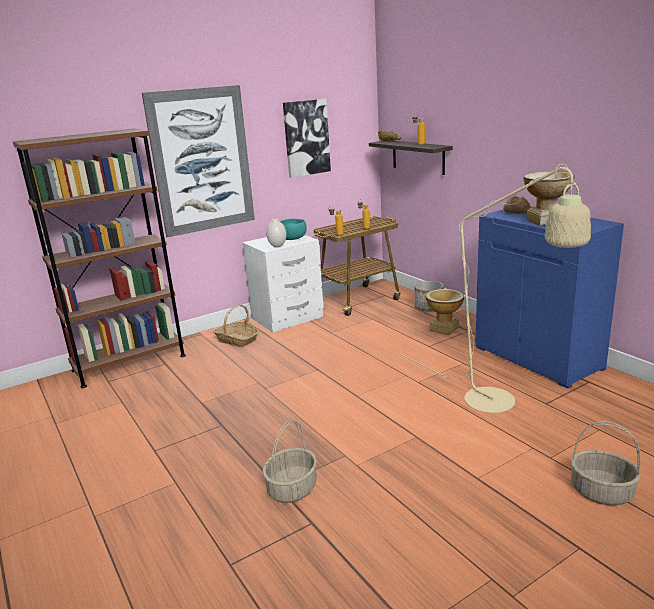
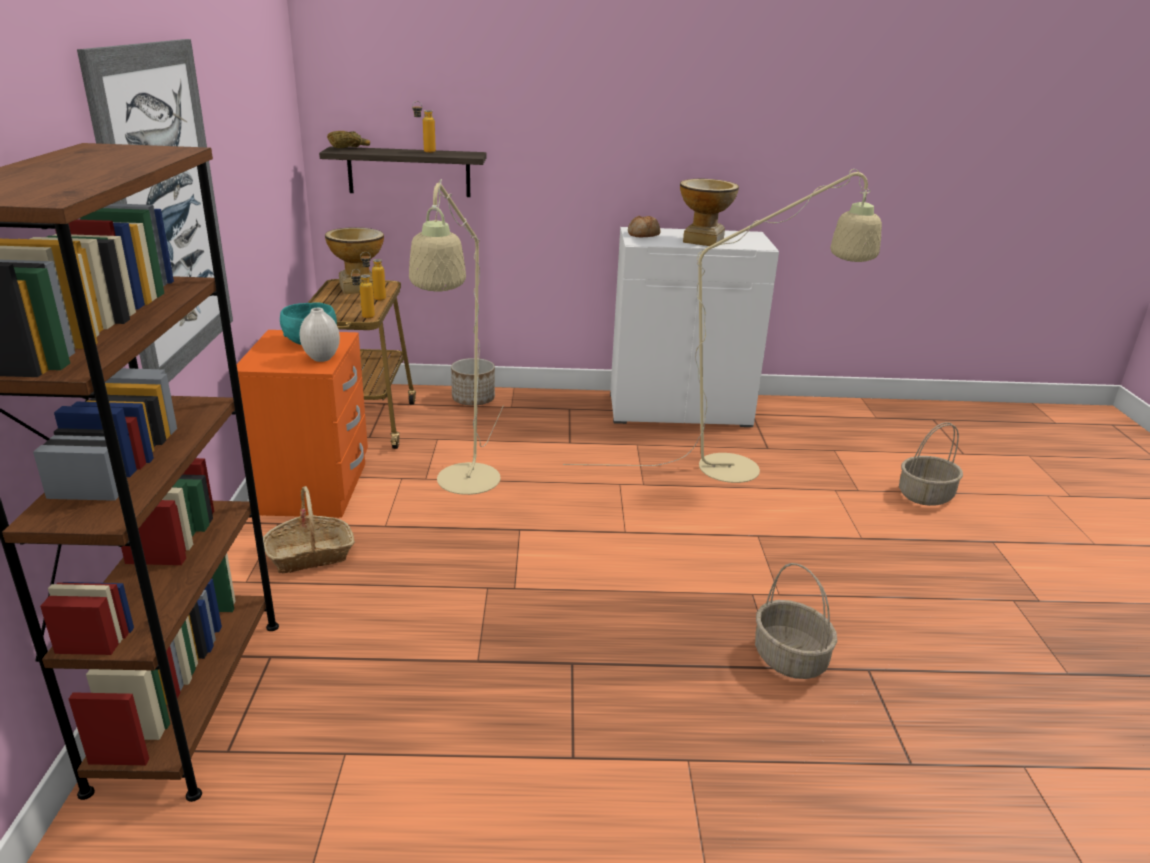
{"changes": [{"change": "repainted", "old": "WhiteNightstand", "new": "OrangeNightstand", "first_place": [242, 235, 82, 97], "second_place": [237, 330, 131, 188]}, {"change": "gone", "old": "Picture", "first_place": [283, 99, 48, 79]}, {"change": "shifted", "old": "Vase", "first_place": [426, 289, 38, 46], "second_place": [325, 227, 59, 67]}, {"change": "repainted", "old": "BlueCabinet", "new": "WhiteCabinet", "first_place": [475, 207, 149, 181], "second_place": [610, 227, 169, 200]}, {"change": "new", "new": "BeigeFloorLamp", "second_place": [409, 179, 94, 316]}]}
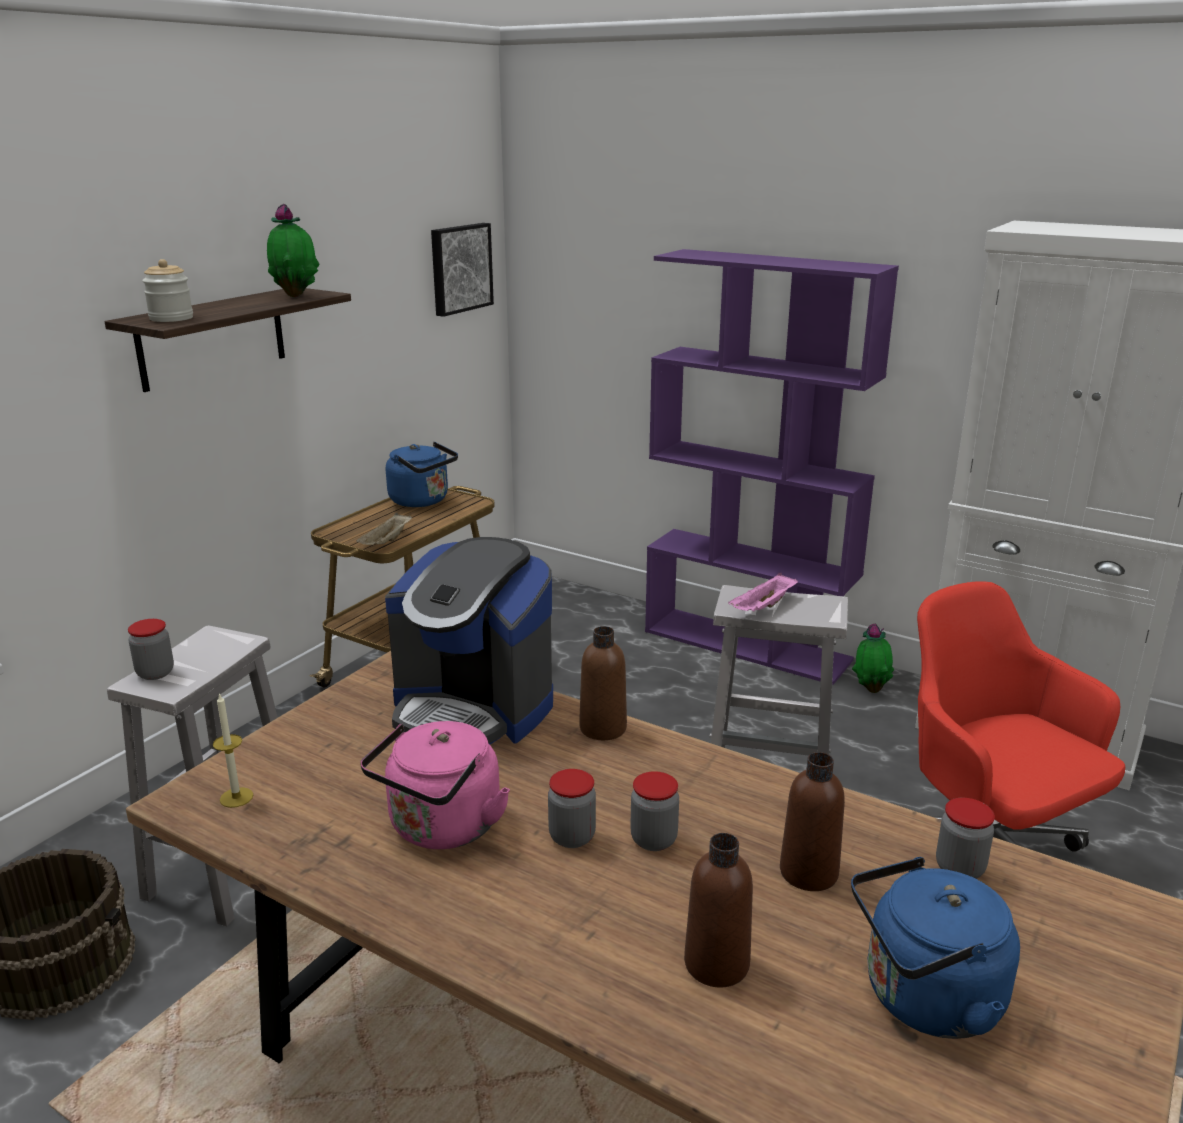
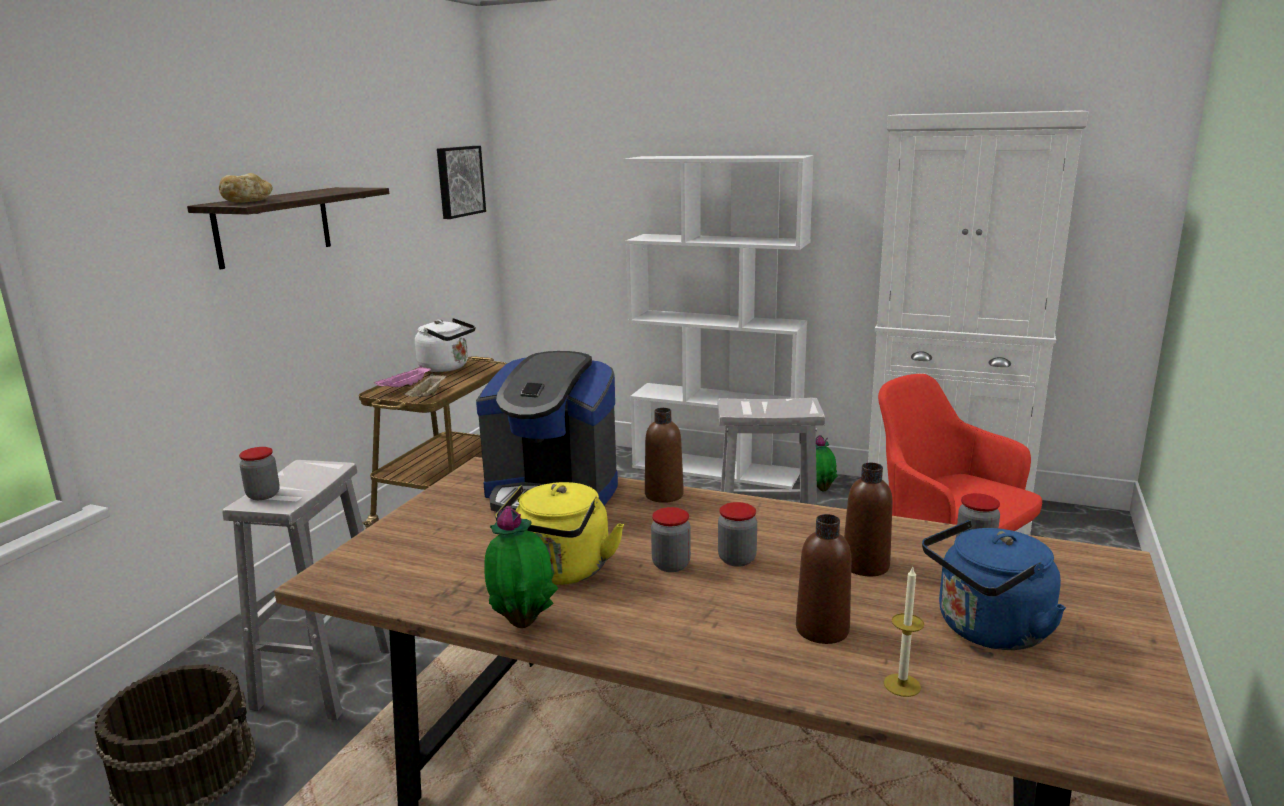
{"changes": [{"change": "swapped", "old": "Jar", "new": "Bread", "first_place": [142, 259, 51, 63], "second_place": [219, 173, 54, 30]}, {"change": "shifted", "old": "Candle", "first_place": [213, 693, 40, 115], "second_place": [884, 567, 40, 130]}, {"change": "shifted", "old": "PottedPlant", "first_place": [267, 204, 52, 93], "second_place": [484, 506, 74, 122]}, {"change": "repainted", "old": "PinkKettle", "new": "YellowKettle", "first_place": [360, 721, 150, 128], "second_place": [495, 482, 129, 103]}, {"change": "repainted", "old": "BlueKettle", "new": "WhiteKettle", "first_place": [386, 442, 72, 65], "second_place": [415, 318, 61, 54]}, {"change": "repainted", "old": "PurpleBookcase", "new": "WhiteBookcase", "first_place": [645, 249, 254, 436], "second_place": [623, 155, 191, 334]}, {"change": "shifted", "old": "PinkTray", "first_place": [728, 573, 70, 39], "second_place": [374, 366, 57, 21]}]}
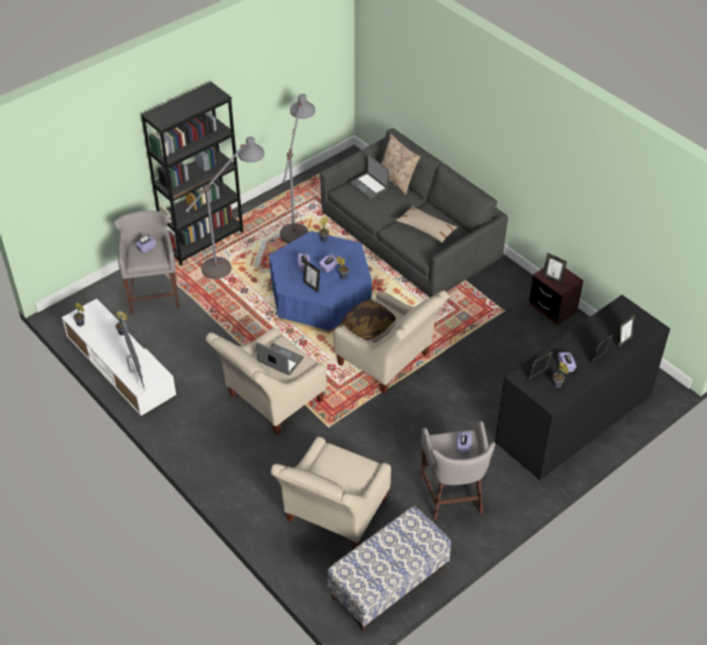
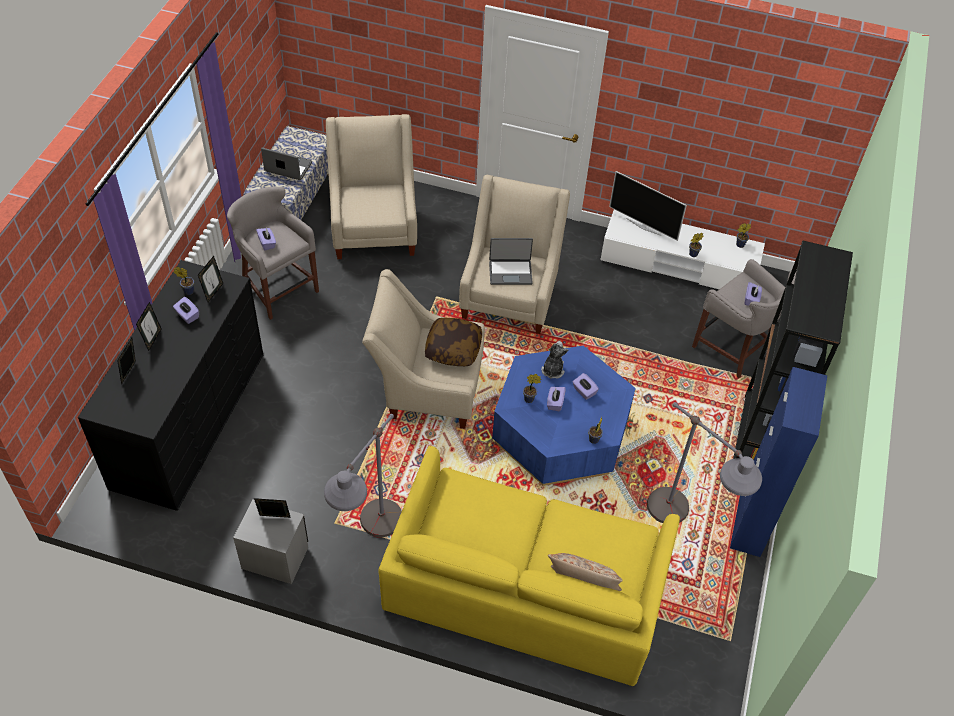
{"changes": [{"change": "shifted", "old": "GreyFloorLamp", "first_place": [185, 137, 79, 142], "second_place": [324, 414, 78, 124]}, {"change": "swapped", "old": "PictureFrame", "new": "PlushToy", "first_place": [303, 260, 17, 33], "second_place": [541, 341, 28, 38]}, {"change": "repainted", "old": "GreySofa", "new": "YellowSofa", "first_place": [320, 128, 188, 170], "second_place": [378, 446, 302, 240]}, {"change": "shifted", "old": "Laptop", "first_place": [349, 154, 40, 45], "second_place": [261, 148, 51, 32]}, {"change": "gone", "old": "BeigePillow", "first_place": [396, 206, 62, 37]}, {"change": "repainted", "old": "BrownNightstand", "new": "GreyNightstand", "first_place": [529, 268, 55, 57], "second_place": [233, 499, 75, 85]}, {"change": "new", "new": "BlueCabinet", "second_place": [730, 367, 97, 190]}]}
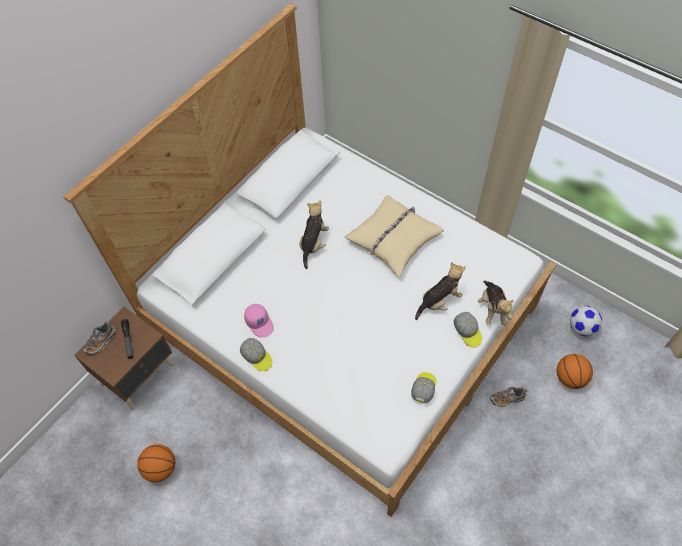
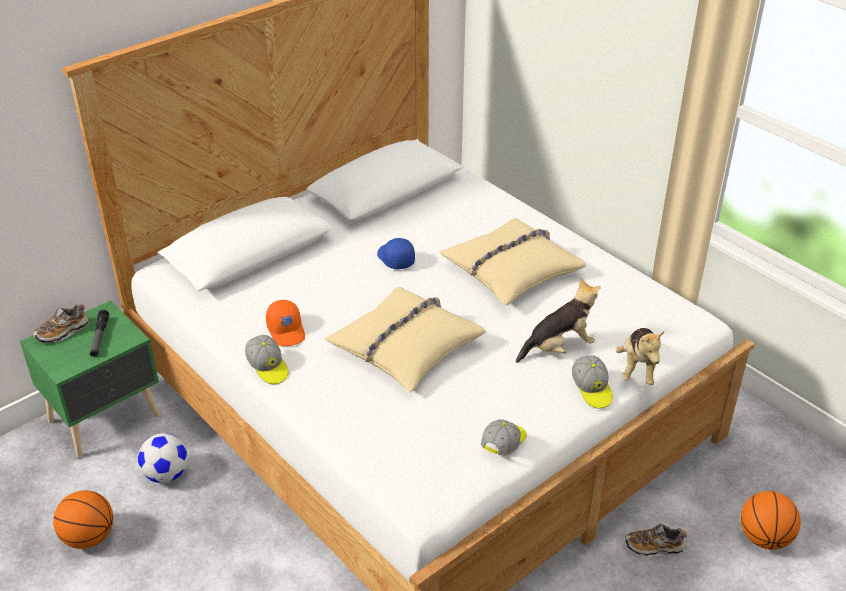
{"changes": [{"change": "repainted", "old": "BrownNightstand", "new": "GreenNightstand", "first_place": [74, 307, 101, 103], "second_place": [20, 300, 140, 158]}, {"change": "repainted", "old": "PinkCap", "new": "OrangeCap", "first_place": [244, 304, 30, 34], "second_place": [266, 300, 39, 46]}, {"change": "swapped", "old": "PlushToy", "new": "BlueCap", "first_place": [299, 200, 30, 69], "second_place": [377, 238, 38, 32]}, {"change": "shifted", "old": "Football", "first_place": [570, 306, 32, 30], "second_place": [138, 433, 50, 50]}, {"change": "new", "new": "BeigePillow", "second_place": [325, 287, 161, 105]}]}
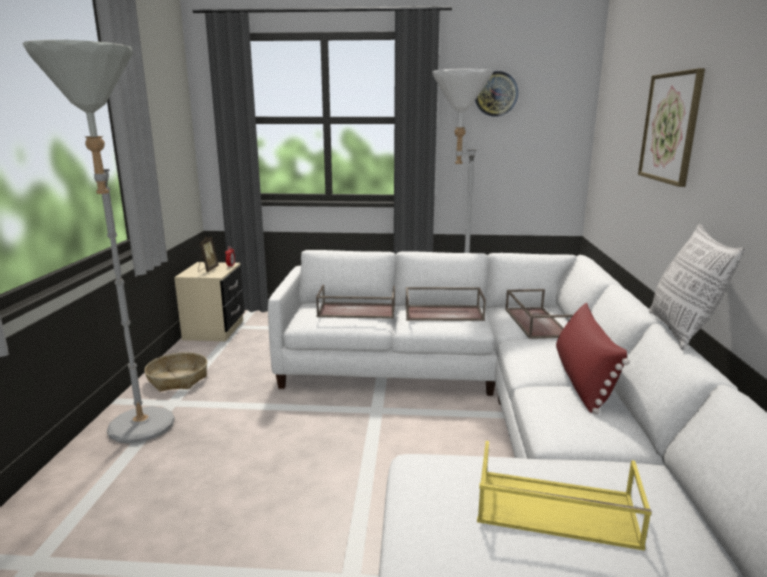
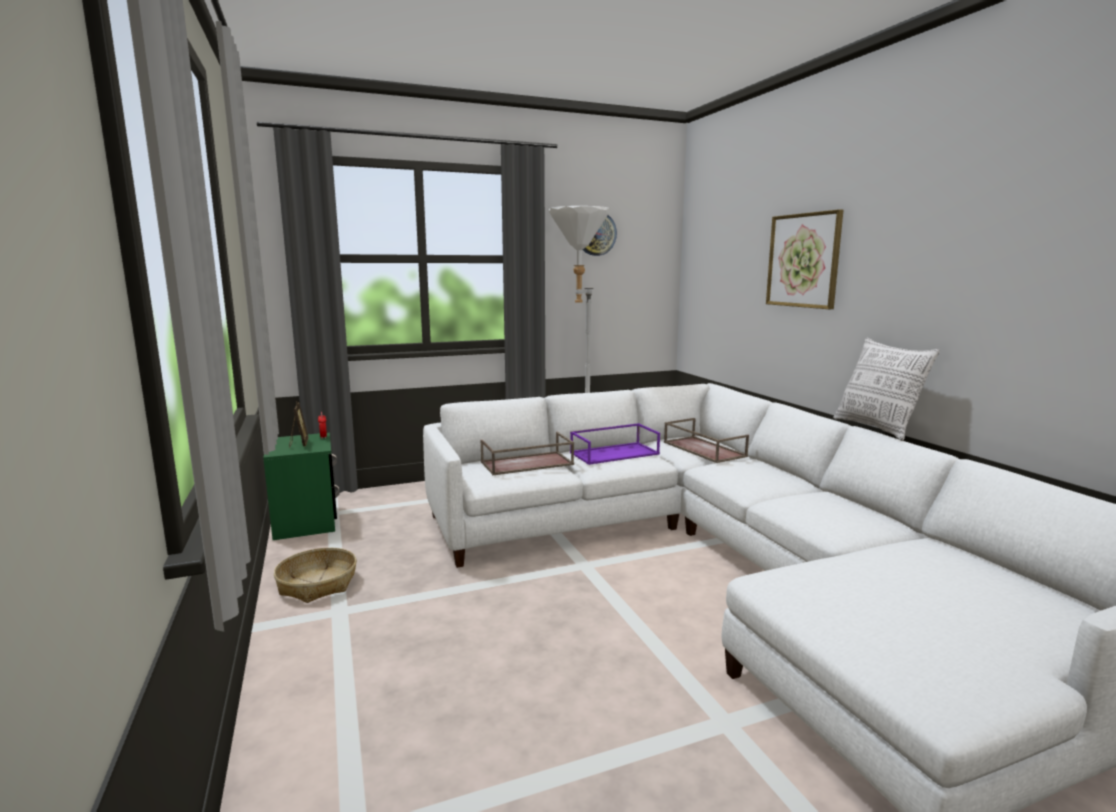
{"changes": [{"change": "gone", "old": "GreyFloorLamp", "first_place": [23, 40, 152, 403]}, {"change": "repainted", "old": "BeigeNightstand", "new": "GreenNightstand", "first_place": [174, 262, 70, 80], "second_place": [263, 433, 77, 107]}, {"change": "repainted", "old": "BrownTray", "new": "PurpleTray", "first_place": [405, 287, 81, 34], "second_place": [570, 423, 90, 42]}, {"change": "gone", "old": "YellowTray", "first_place": [477, 441, 175, 110]}, {"change": "gone", "old": "RedPillow", "first_place": [556, 303, 74, 112]}]}
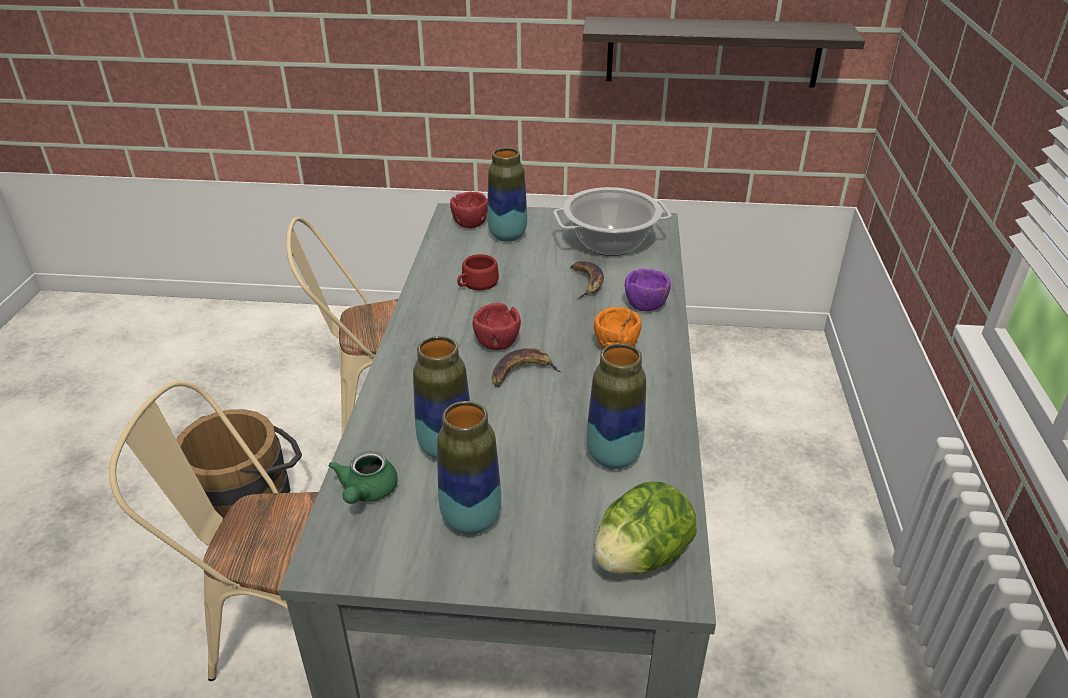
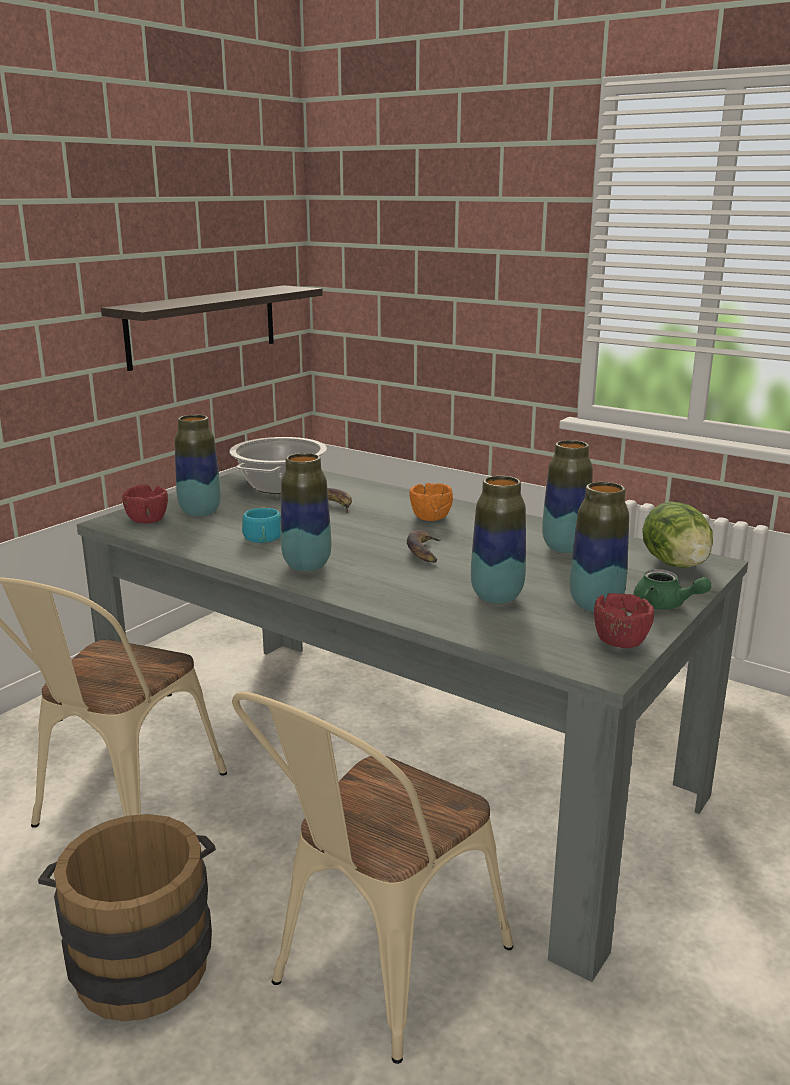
{"changes": [{"change": "shifted", "old": "GreenTeapot", "first_place": [329, 451, 69, 53], "second_place": [633, 569, 79, 41]}, {"change": "repainted", "old": "RedCup", "new": "TurquoiseCup", "first_place": [457, 254, 42, 36], "second_place": [242, 508, 39, 35]}, {"change": "shifted", "old": "RedBowl", "first_place": [473, 303, 48, 47], "second_place": [594, 593, 60, 55]}, {"change": "gone", "old": "PurpleBowl", "first_place": [625, 268, 46, 43]}, {"change": "new", "new": "Vase", "second_place": [281, 453, 50, 119]}]}
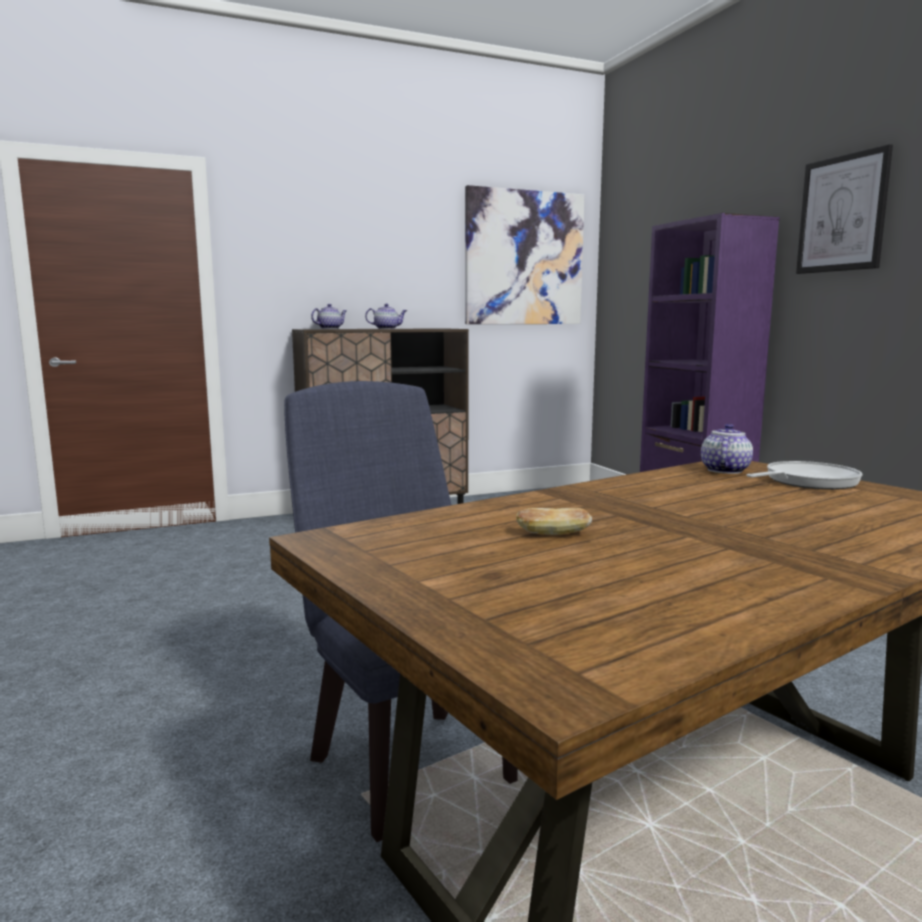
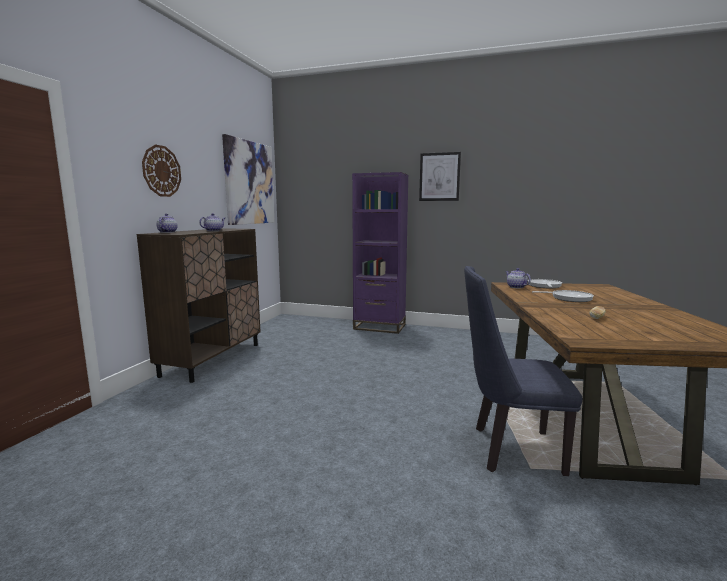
{"changes": [{"change": "new", "new": "WallClock", "second_place": [142, 144, 39, 53]}, {"change": "new", "new": "FryingPan", "second_place": [532, 290, 62, 12]}]}
